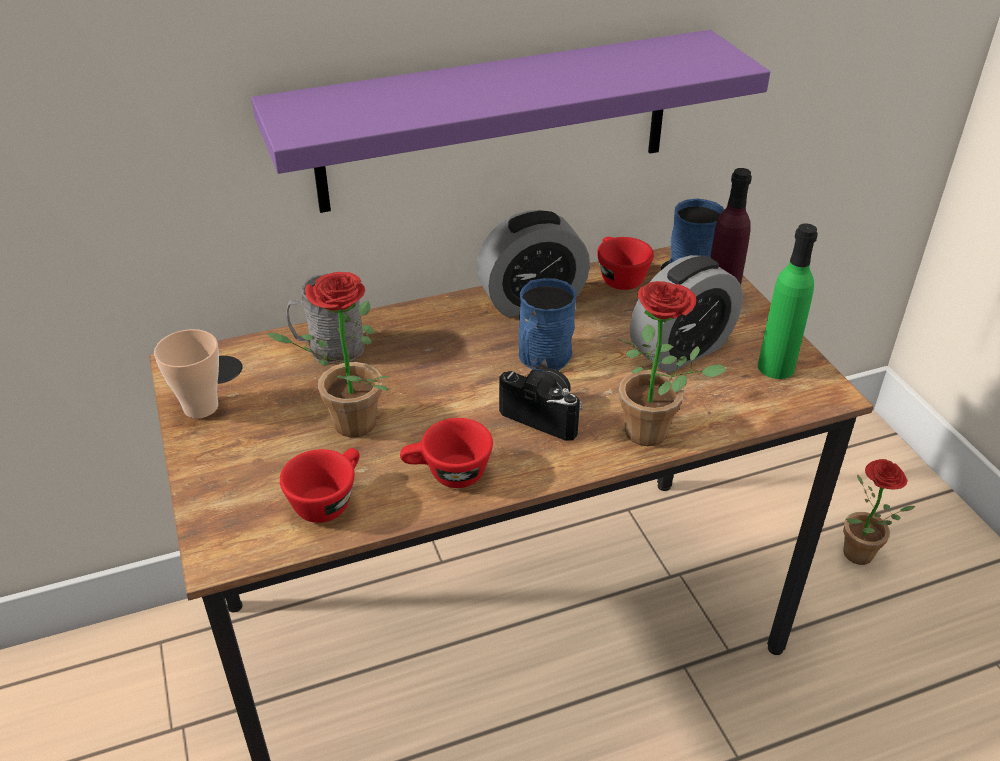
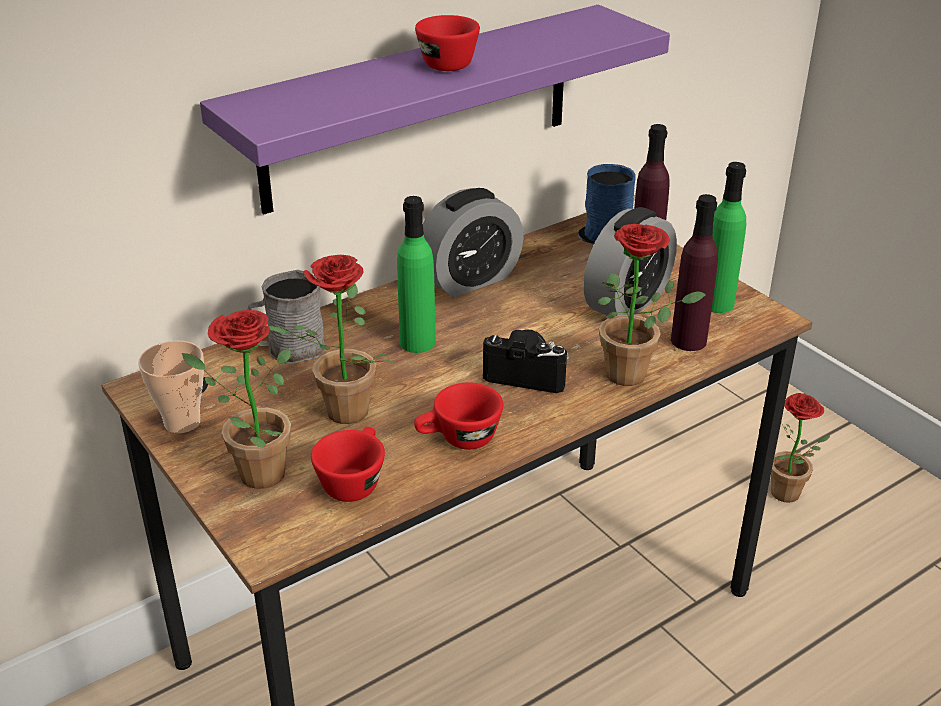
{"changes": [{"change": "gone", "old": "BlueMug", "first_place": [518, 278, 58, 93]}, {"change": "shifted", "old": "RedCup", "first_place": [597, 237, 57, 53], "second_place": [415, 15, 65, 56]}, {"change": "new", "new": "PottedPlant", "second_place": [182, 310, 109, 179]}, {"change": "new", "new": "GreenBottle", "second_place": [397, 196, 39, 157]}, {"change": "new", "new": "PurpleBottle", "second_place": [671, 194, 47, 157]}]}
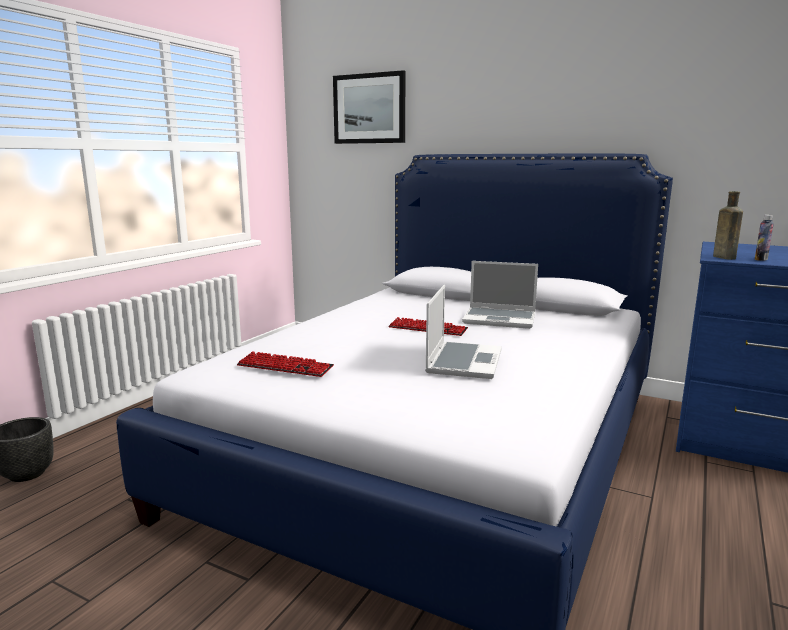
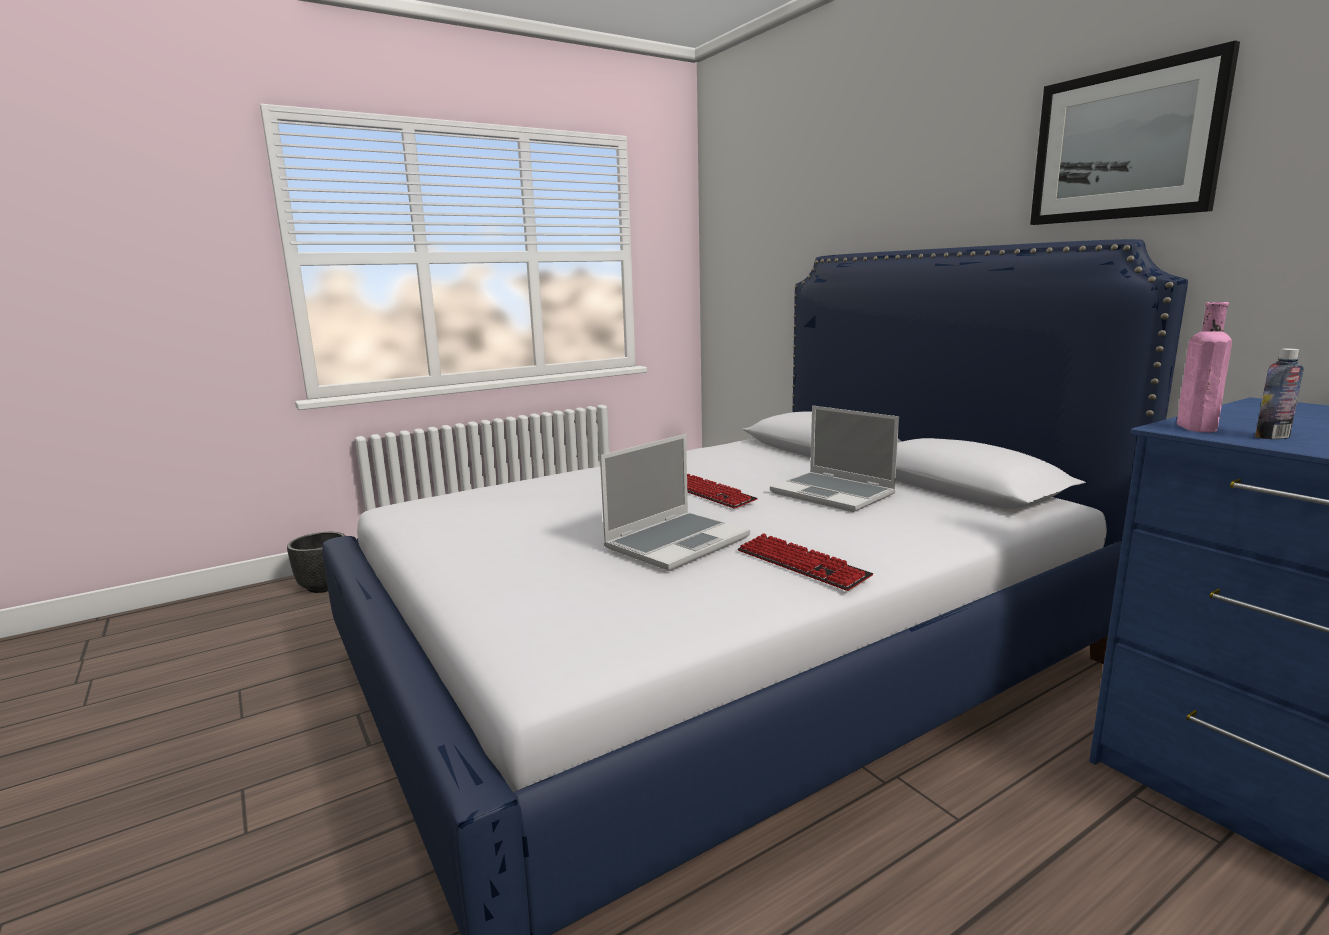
{"changes": [{"change": "shifted", "old": "Keyboard", "first_place": [237, 351, 97, 26], "second_place": [738, 533, 135, 58]}, {"change": "shifted", "old": "Picture", "first_place": [333, 70, 72, 74], "second_place": [1030, 40, 210, 185]}, {"change": "repainted", "old": "BrownBottle", "new": "PinkBottle", "first_place": [713, 191, 30, 69], "second_place": [1177, 302, 55, 130]}]}
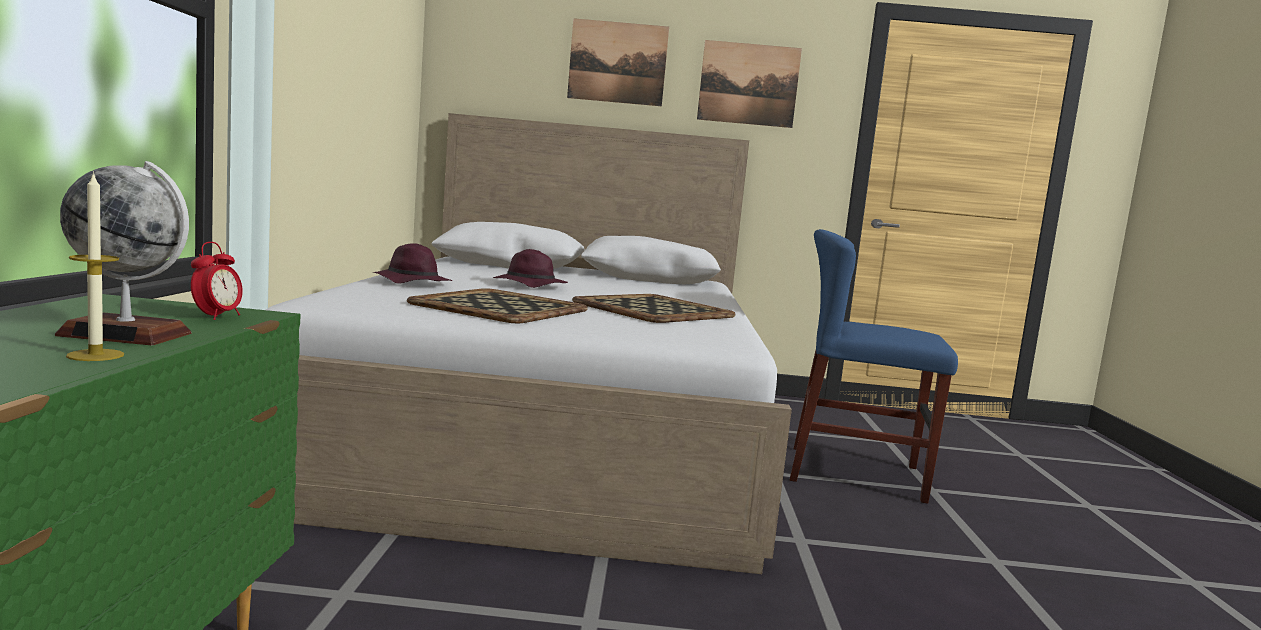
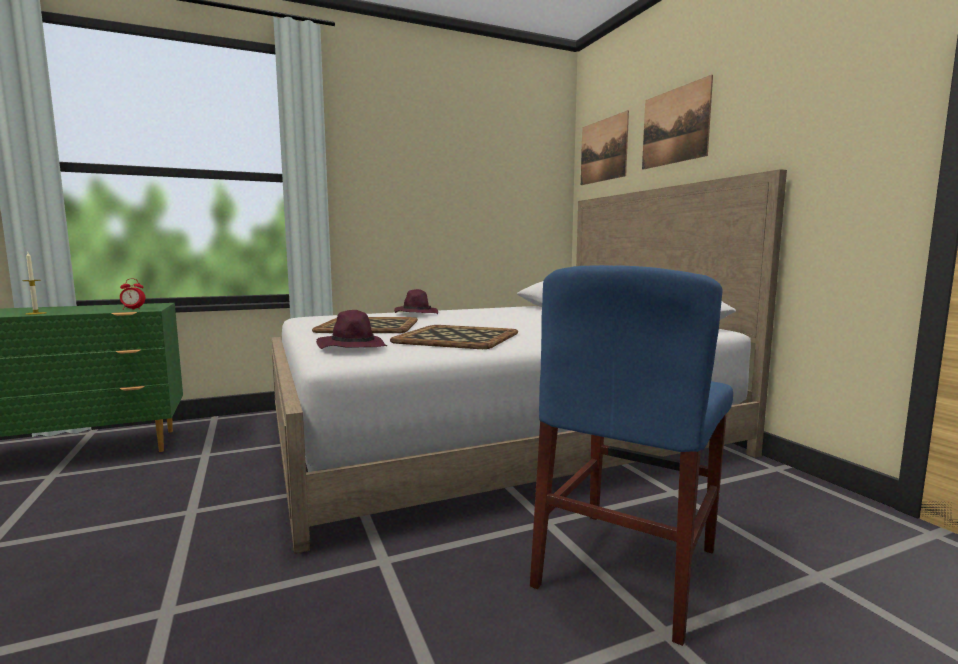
{"changes": [{"change": "gone", "old": "Globe", "first_place": [55, 161, 136, 184]}, {"change": "shifted", "old": "PurpleHat", "first_place": [493, 249, 75, 39], "second_place": [316, 310, 71, 39]}, {"change": "shifted", "old": "Picture", "first_place": [697, 40, 105, 88], "second_place": [581, 110, 48, 75]}, {"change": "rotated", "old": "BlueChair", "first_place": [790, 229, 168, 275], "second_place": [530, 265, 203, 381], "degrees": -135}]}
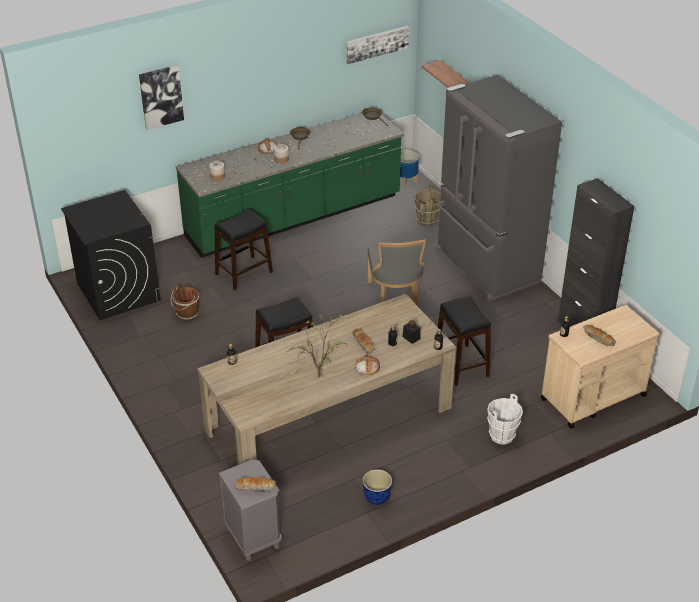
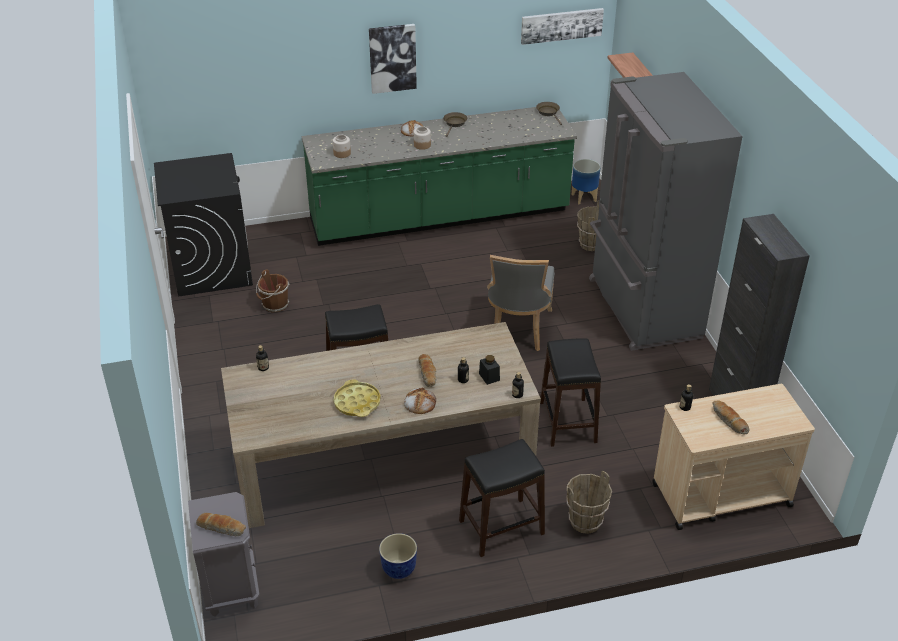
{"changes": [{"change": "shifted", "old": "Picture", "first_place": [139, 65, 45, 65], "second_place": [369, 24, 48, 70]}, {"change": "shifted", "old": "BlackStool", "first_place": [214, 209, 59, 82], "second_place": [459, 439, 86, 118]}, {"change": "swapped", "old": "PottedPlant", "new": "YellowTray", "first_place": [285, 312, 62, 66], "second_place": [334, 379, 47, 38]}, {"change": "repainted", "old": "WhiteBucket", "new": "BrownBucket", "first_place": [487, 394, 36, 51], "second_place": [566, 471, 46, 63]}]}
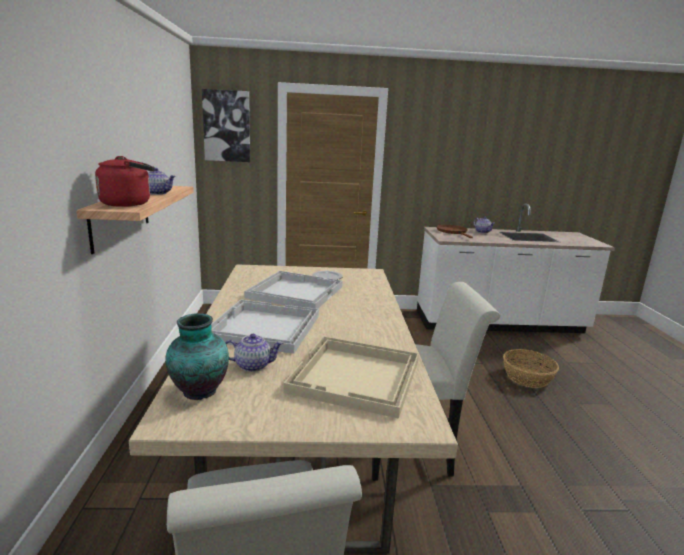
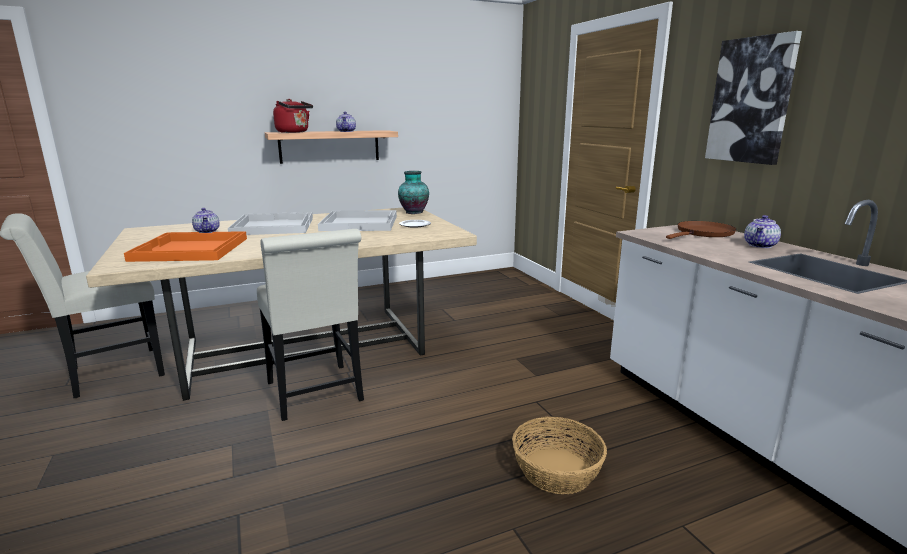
{"changes": [{"change": "shifted", "old": "Vase", "first_place": [165, 313, 64, 87], "second_place": [398, 171, 31, 43]}, {"change": "shifted", "old": "Picture", "first_place": [202, 89, 48, 73], "second_place": [705, 31, 97, 134]}, {"change": "repainted", "old": "BeigeTray", "new": "OrangeTray", "first_place": [284, 336, 135, 83], "second_place": [124, 231, 123, 31]}]}
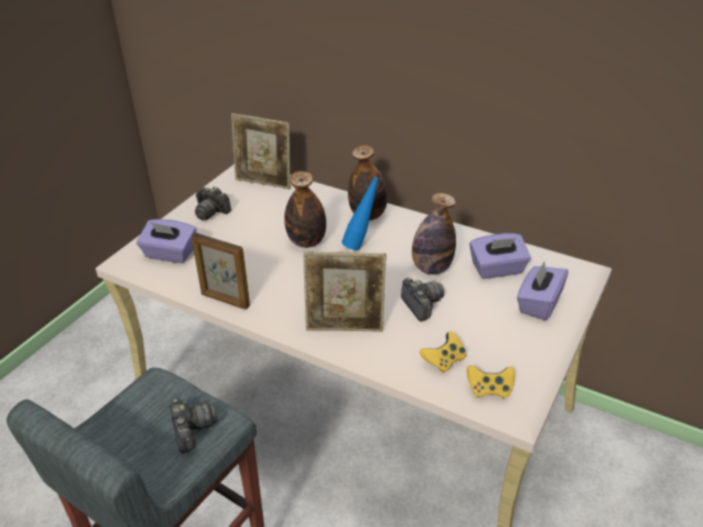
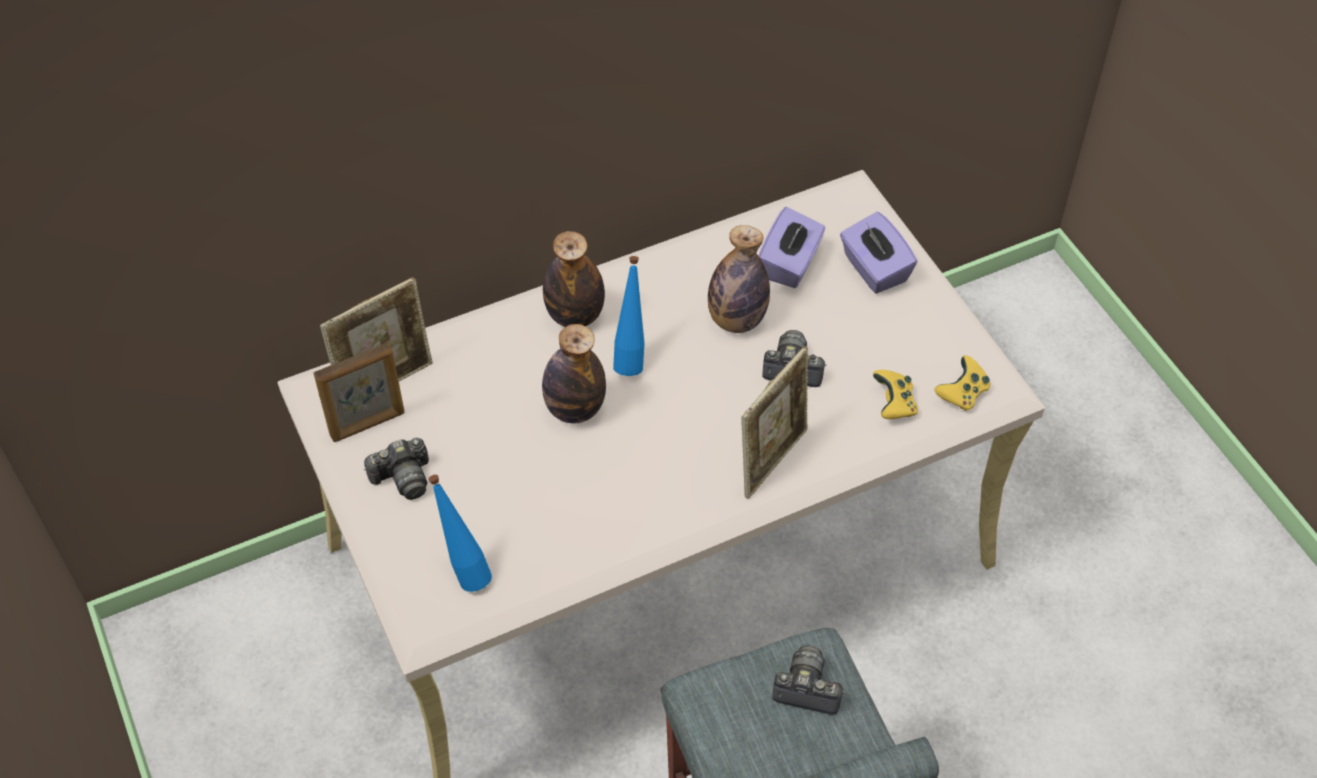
{"changes": [{"change": "swapped", "old": "PurpleTissueBox", "new": "BlueBottle", "first_place": [136, 219, 60, 44], "second_place": [428, 475, 64, 117]}, {"change": "shifted", "old": "PictureFrame", "first_place": [191, 233, 59, 76], "second_place": [314, 343, 91, 99]}]}
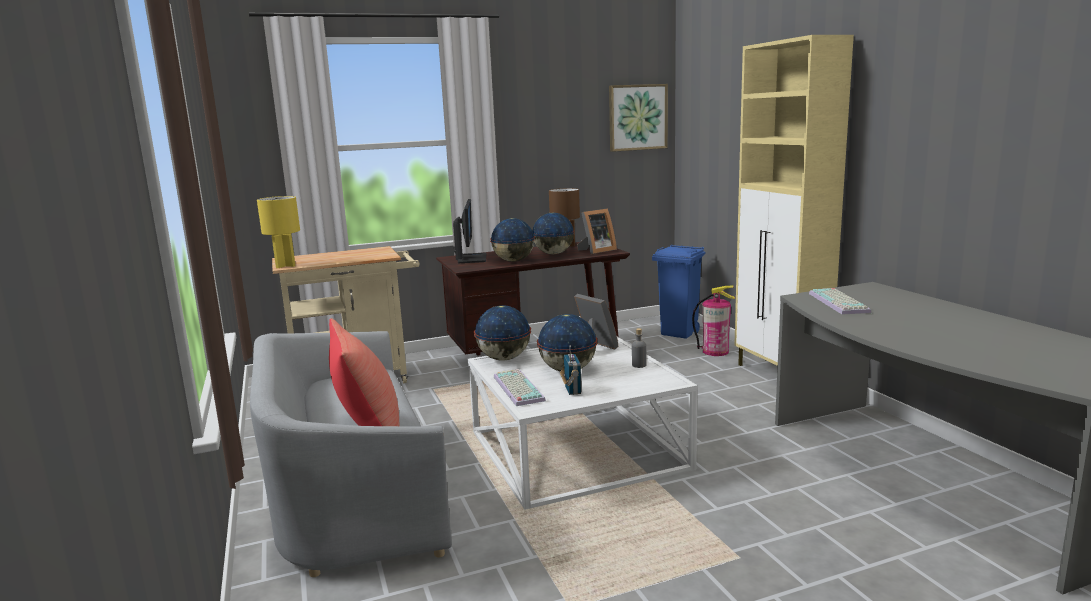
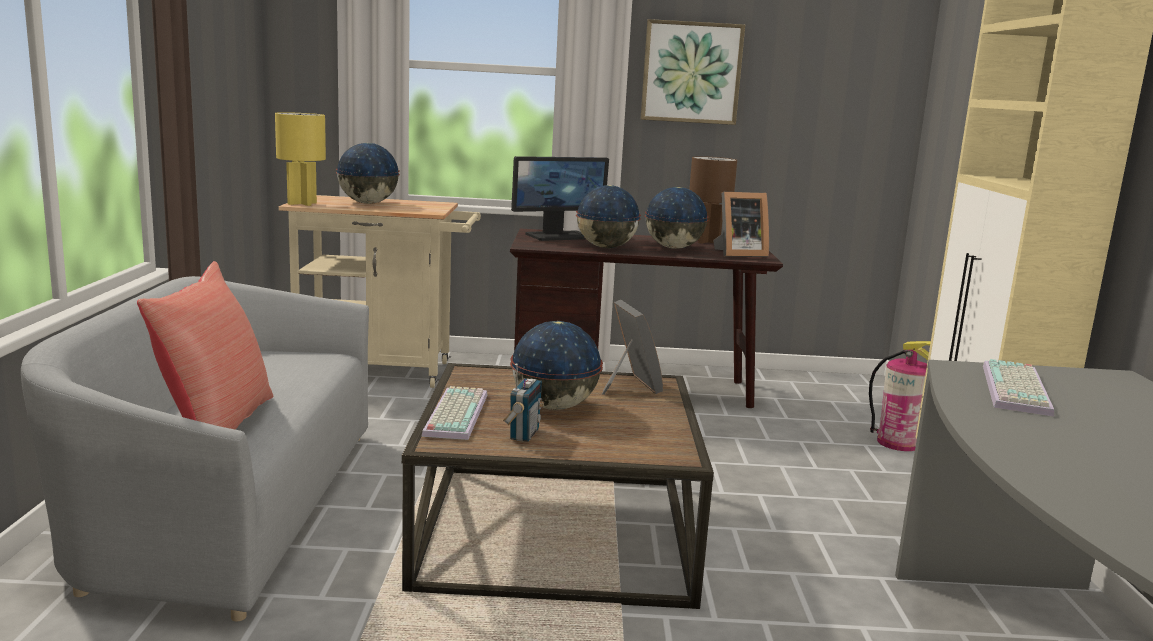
{"changes": [{"change": "rotated", "old": "Monitor", "first_place": [453, 199, 34, 64], "second_place": [511, 156, 98, 85], "degrees": 45}, {"change": "repainted", "old": "WhiteCoffeeTable", "new": "BrownCoffeeTable", "first_place": [468, 337, 230, 173], "second_place": [402, 363, 312, 246]}, {"change": "shifted", "old": "Globe", "first_place": [474, 305, 57, 56], "second_place": [336, 143, 64, 61]}, {"change": "shifted", "old": "Picture", "first_place": [609, 84, 59, 68], "second_place": [640, 19, 105, 106]}, {"change": "gone", "old": "GreyBottle", "first_place": [632, 328, 14, 40]}, {"change": "gone", "old": "BlueTrashCan", "first_place": [652, 245, 53, 94]}]}
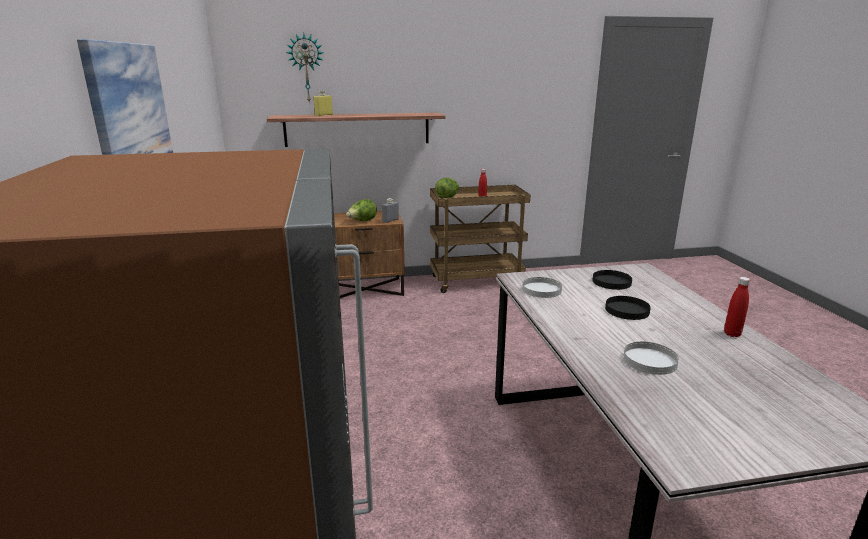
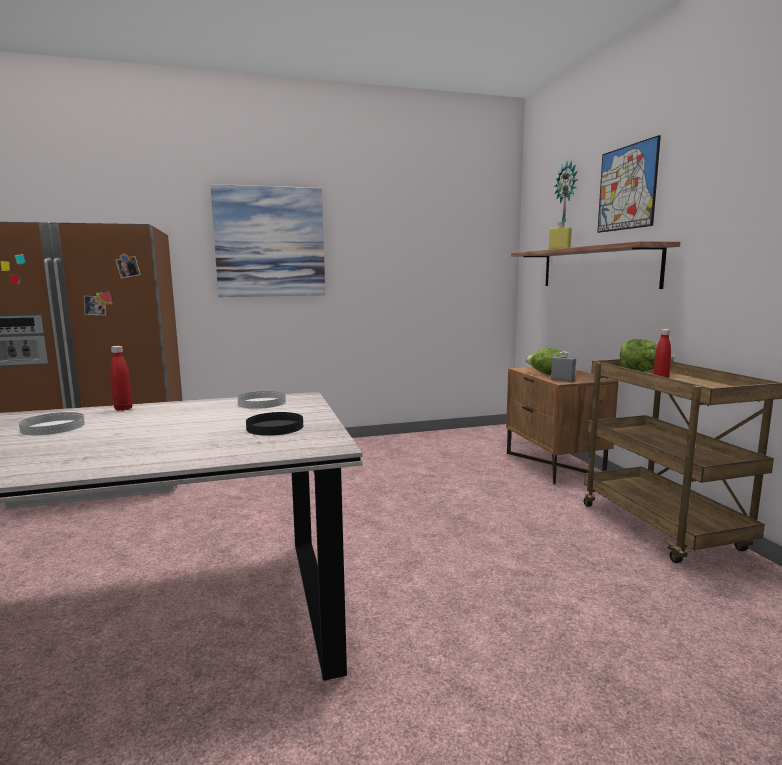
{"changes": [{"change": "gone", "old": "BlackPlate", "first_place": [605, 296, 46, 24]}, {"change": "shifted", "old": "RedBottle", "first_place": [724, 277, 26, 60], "second_place": [110, 346, 23, 65]}, {"change": "new", "new": "Picture", "second_place": [597, 135, 64, 98]}]}
